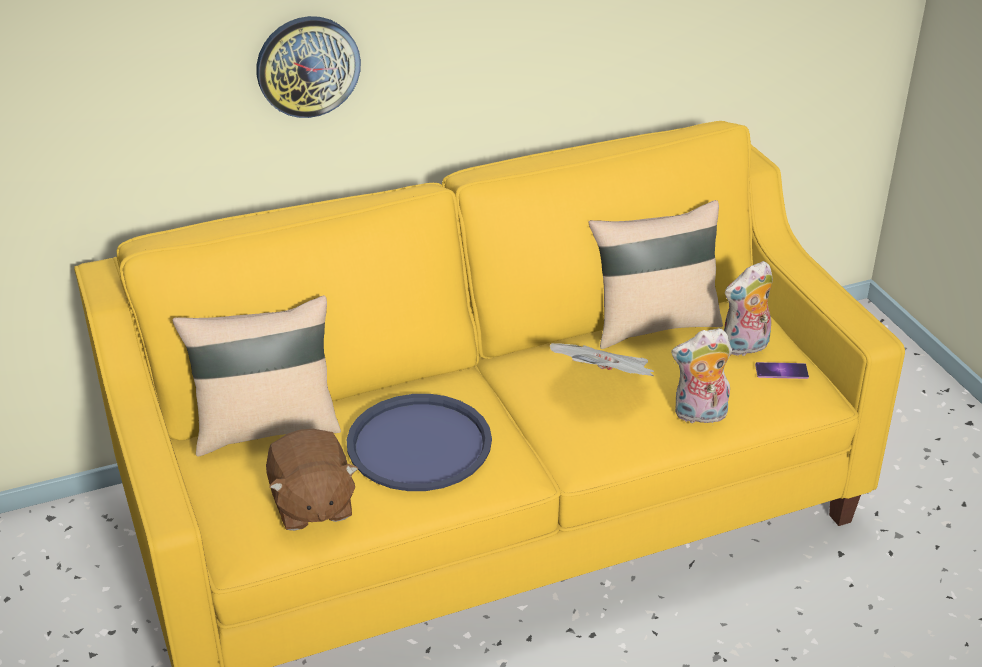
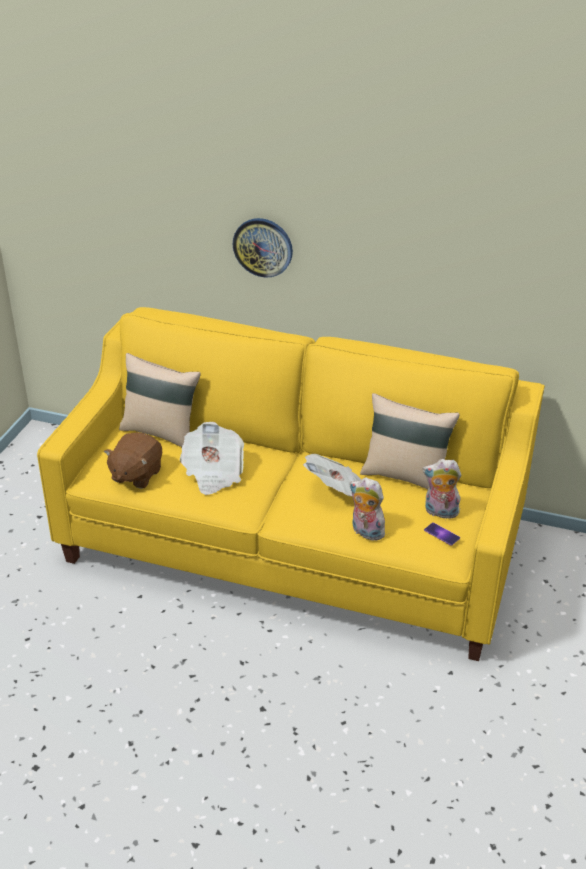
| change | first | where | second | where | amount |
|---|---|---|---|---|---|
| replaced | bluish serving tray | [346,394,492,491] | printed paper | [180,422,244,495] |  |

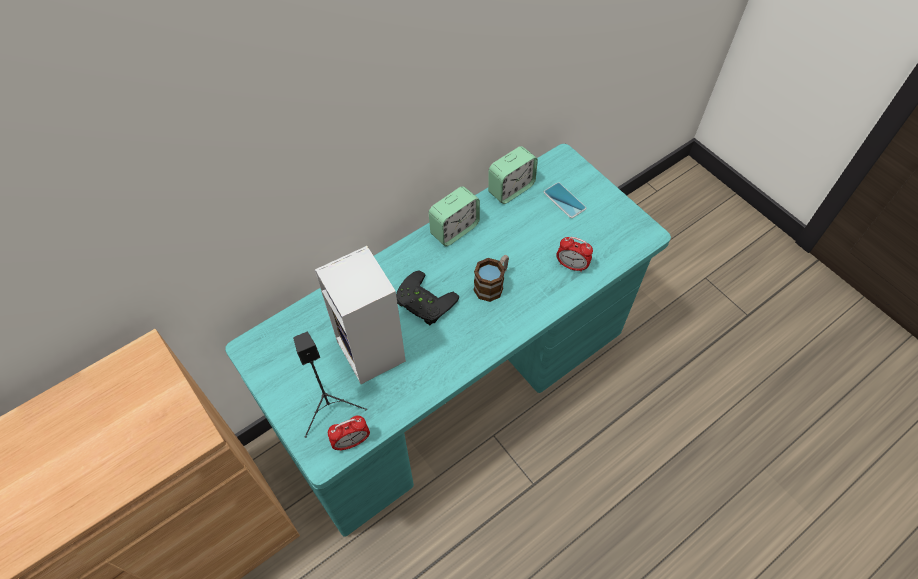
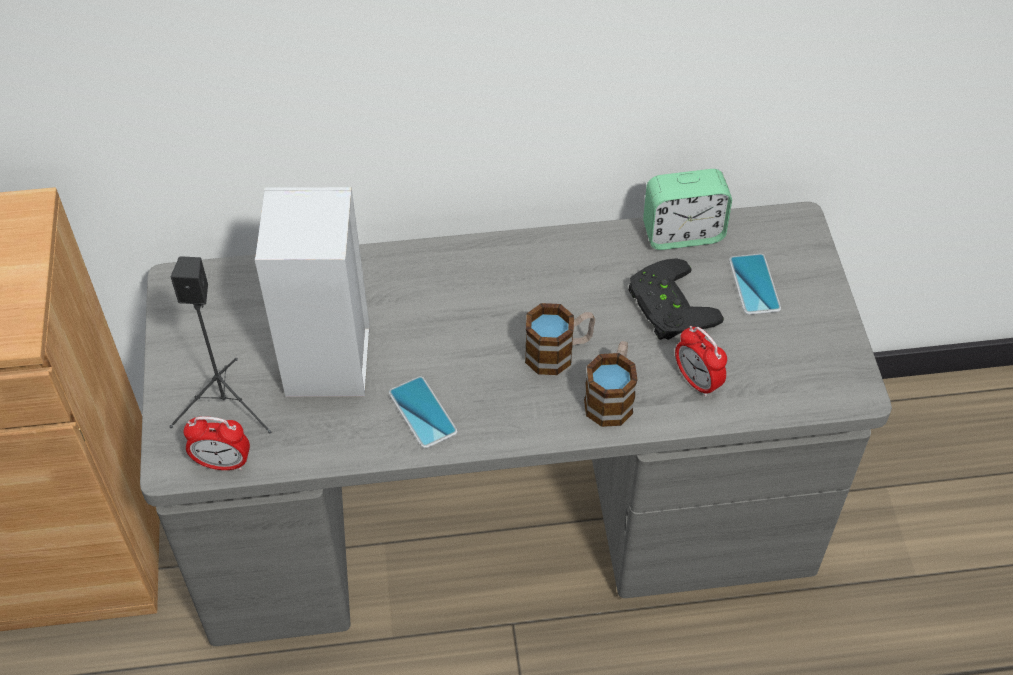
| change | first | where | second | where | amount |
|---|---|---|---|---|---|
| removed | table clock | [429,186,480,246] |  |  |  |
| added |  |  | phone | [389,376,457,448] |  |
| added |  |  | mug | [584,341,637,427] |  |
| moved | black gamepad | [396,270,459,325] |  | [629,258,724,340] |  |
| recoloured | turquoise-coloured desk | [225,144,671,537] | greyish desk | [140,202,892,646] |  |

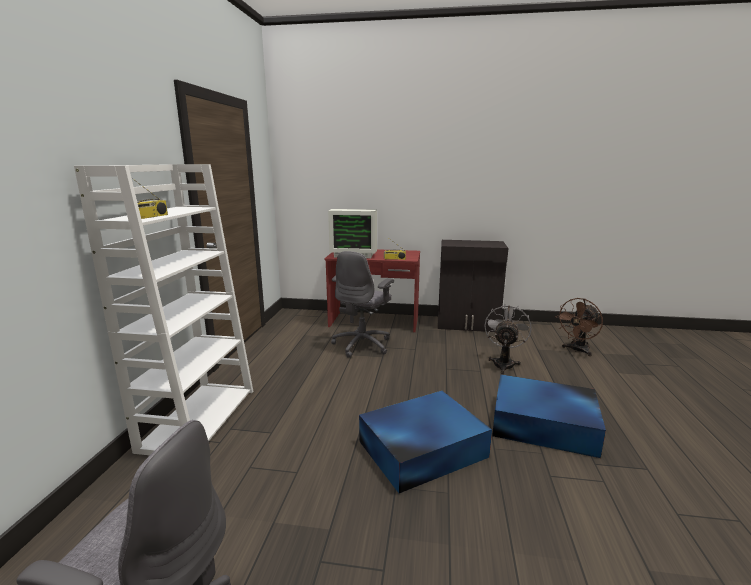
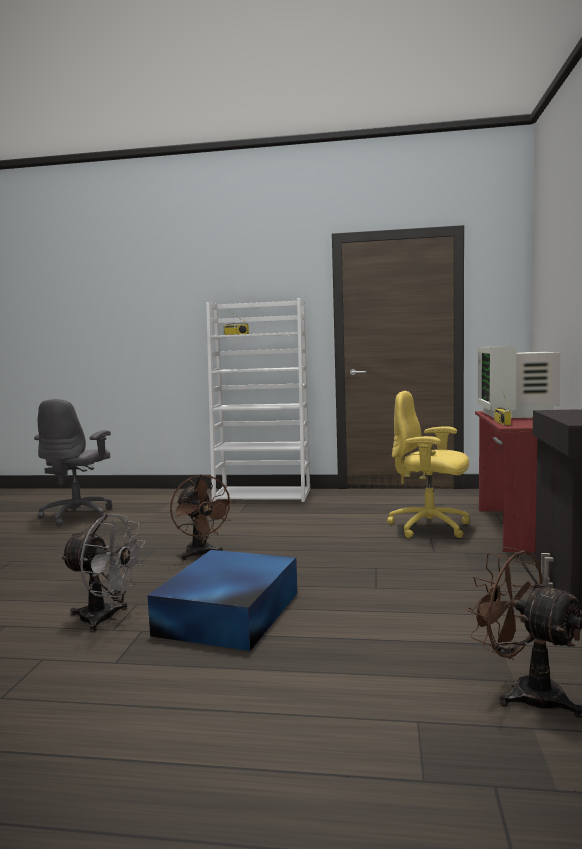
| change | first | where | second | where | amount |
|---|---|---|---|---|---|
| moved | greyish fan | [485,303,531,374] |  | [60,514,146,632] |  |
| replaced | bluish storage box | [359,391,492,493] | brown-coloured fan | [170,474,234,560] |  |
| recoloured | greyish office chair | [331,251,394,358] | yellow office chair | [387,391,470,538] |  |

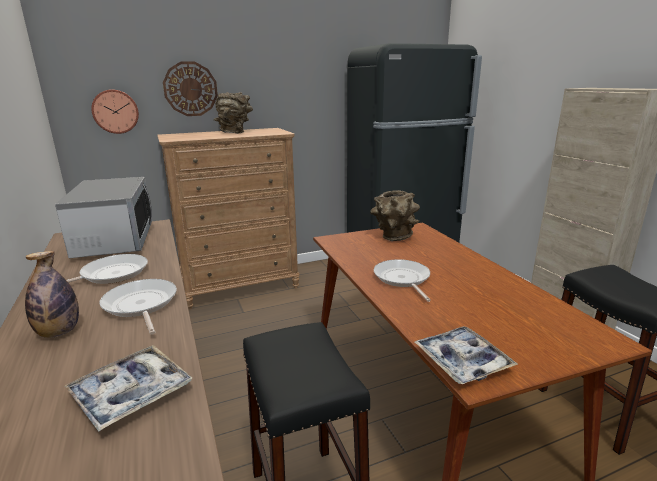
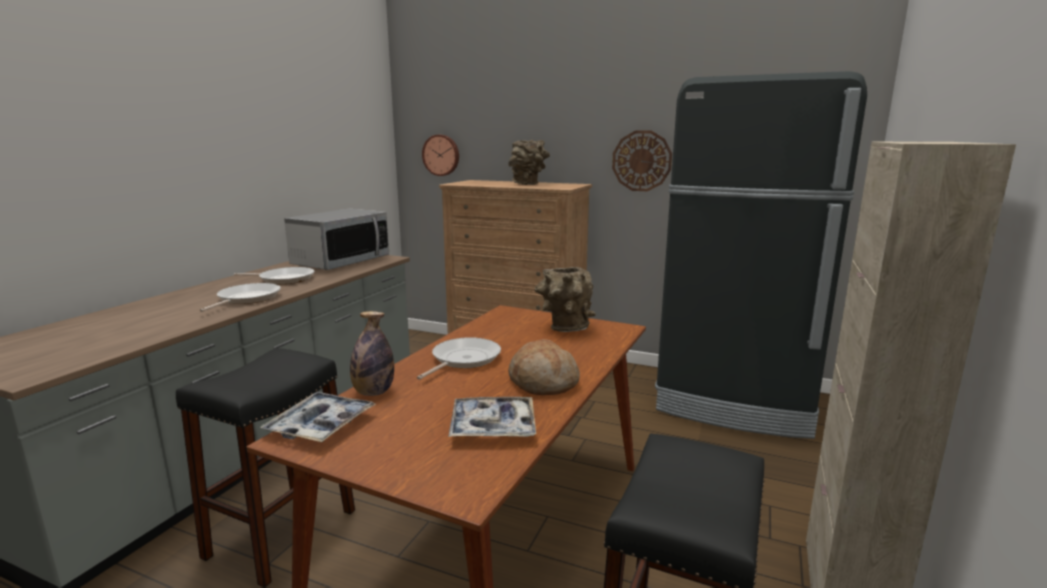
| change | first | where | second | where | amount |
|---|---|---|---|---|---|
| added |  |  | baked bread | [508,339,580,395] |  |
| moved | bottle | [25,251,79,338] |  | [350,311,394,396] |  |
| moved | serving tray | [64,345,192,432] |  | [449,397,536,437] |  |
| moved | wall clock | [163,62,218,116] |  | [612,131,672,191] |  |

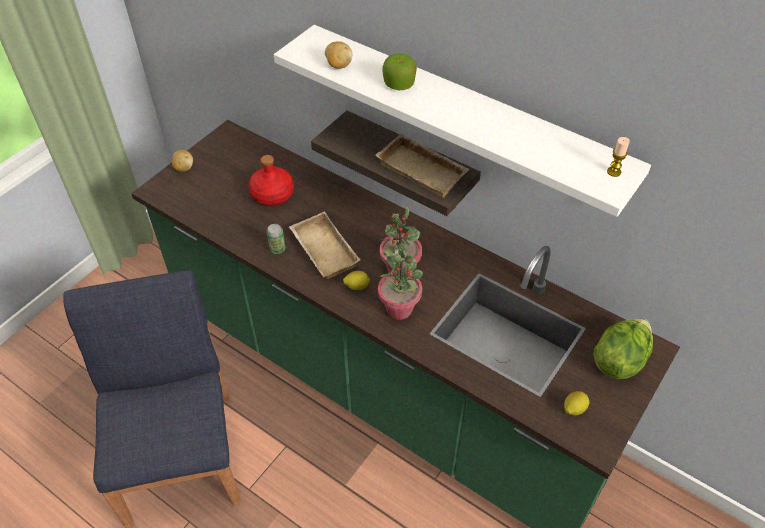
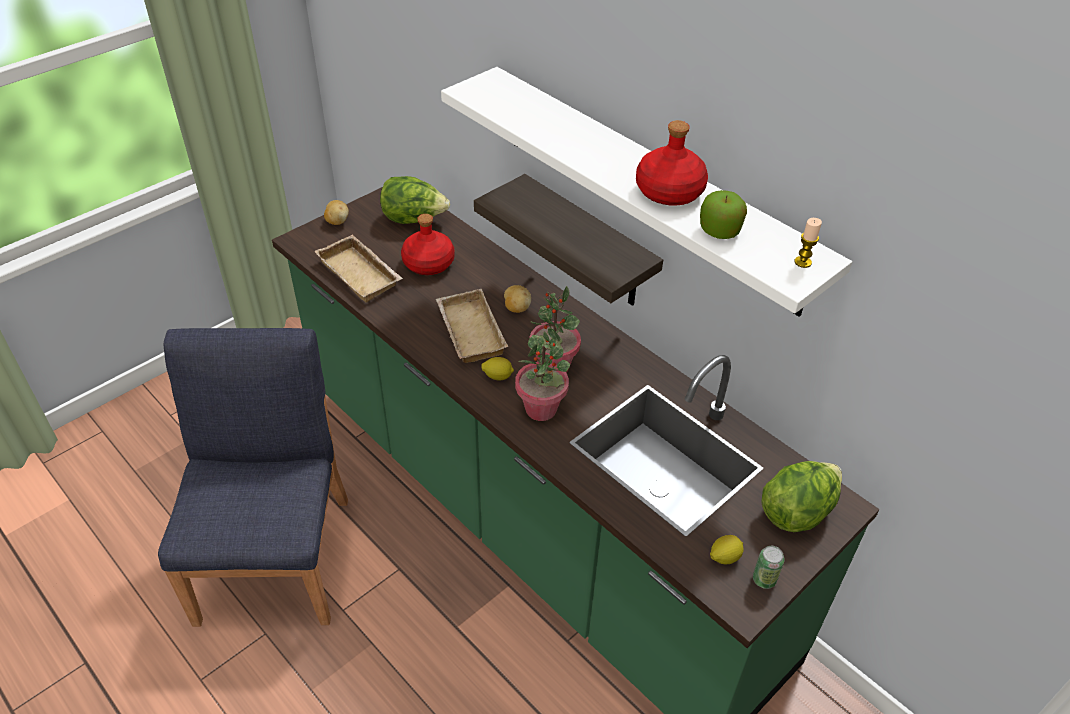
| change | first | where | second | where | amount |
|---|---|---|---|---|---|
| added |  |  | head of lettuce | [380,176,450,224] |  |
| added |  |  | reddish bottle | [636,120,708,206] |  |
| moved | sealed can | [267,224,285,254] |  | [753,546,785,589] |  |
| moved | potato | [325,41,352,69] |  | [504,285,531,313] |  |
| moved | beige serving tray | [375,134,470,198] |  | [314,234,403,303] |  |
| moved | whole apple | [382,53,417,90] |  | [700,190,747,239] |  |

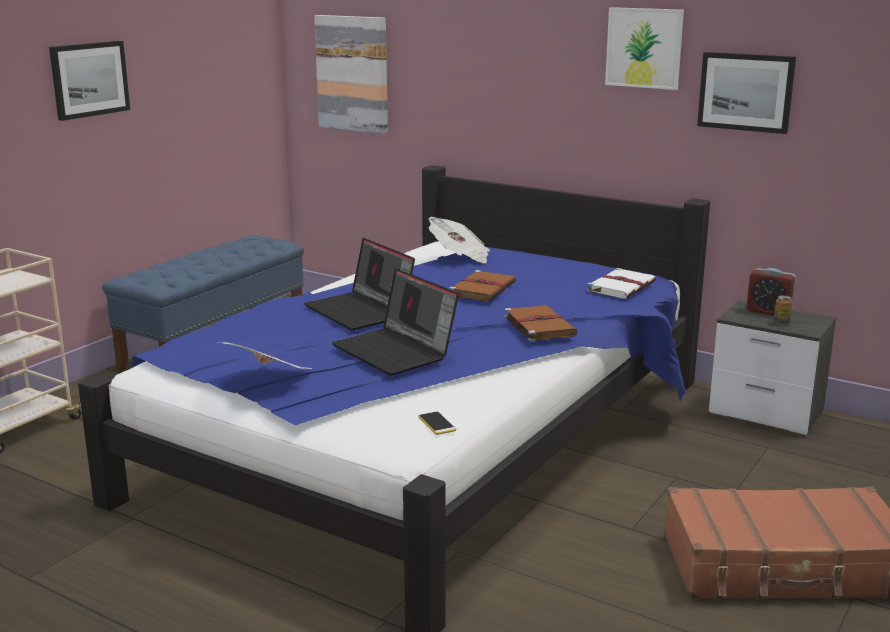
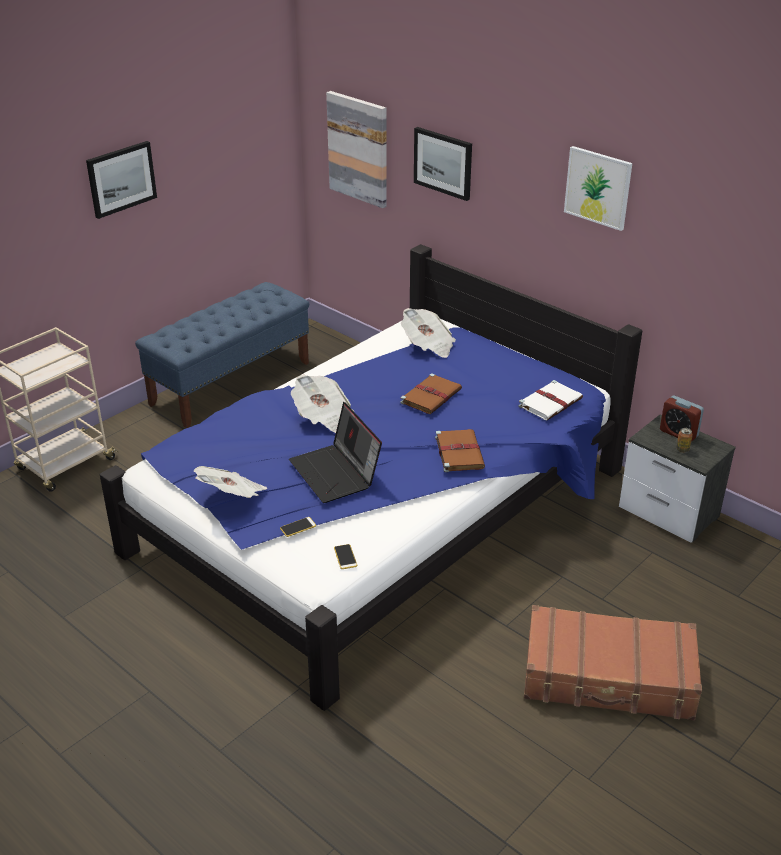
| change | first | where | second | where | amount |
|---|---|---|---|---|---|
| added |  |  | phone | [280,517,316,537] |  |
| moved | wall picture | [697,52,796,134] |  | [414,127,472,201] |  |
| replaced | portable computer | [304,238,415,330] | printed paper | [291,374,354,433] |  |

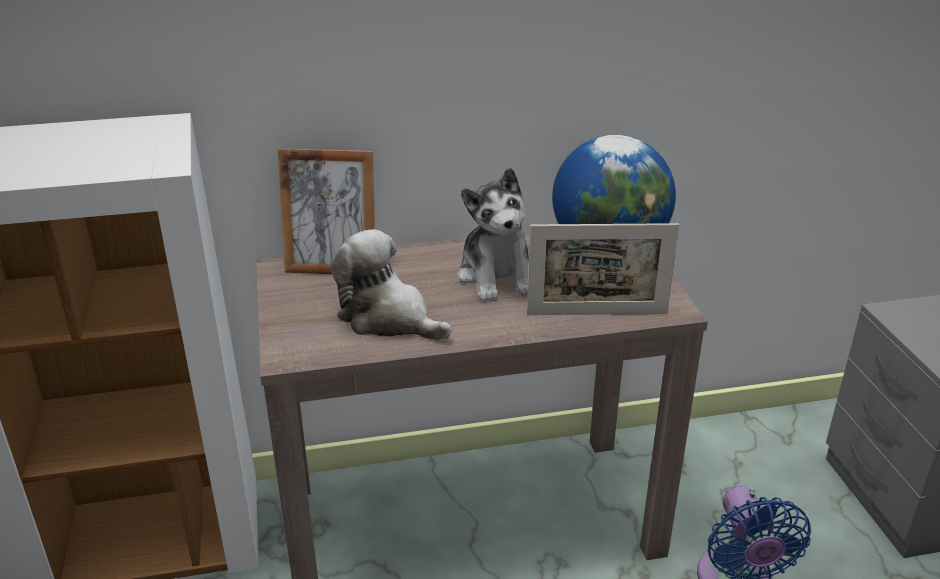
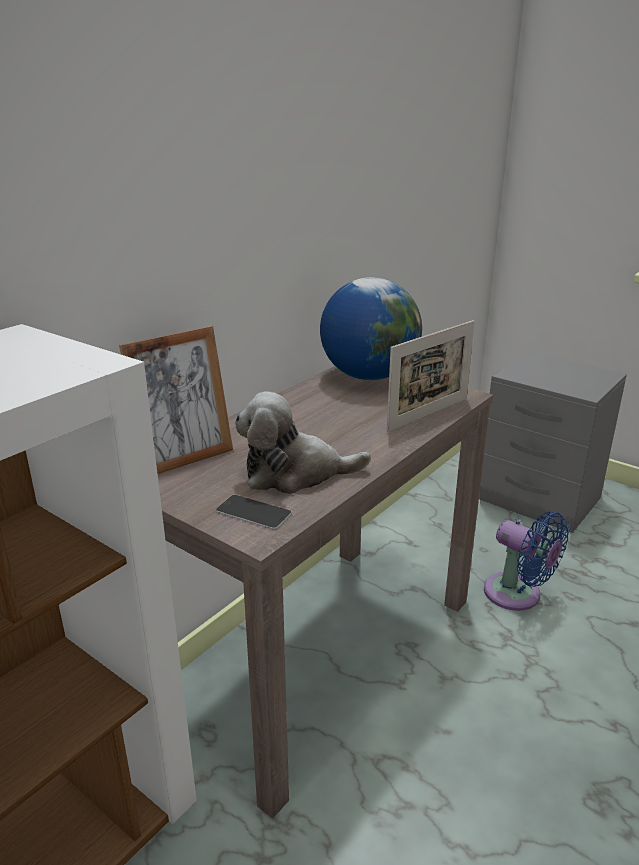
| change | first | where | second | where | amount |
|---|---|---|---|---|---|
| removed | plush toy | [458,167,529,302] |  |  |  |
| added |  |  | phone | [215,495,292,530] |  |

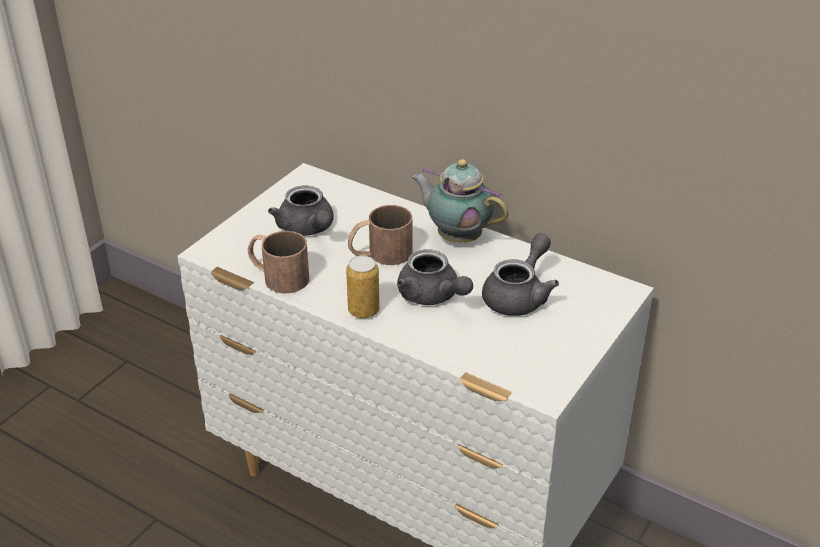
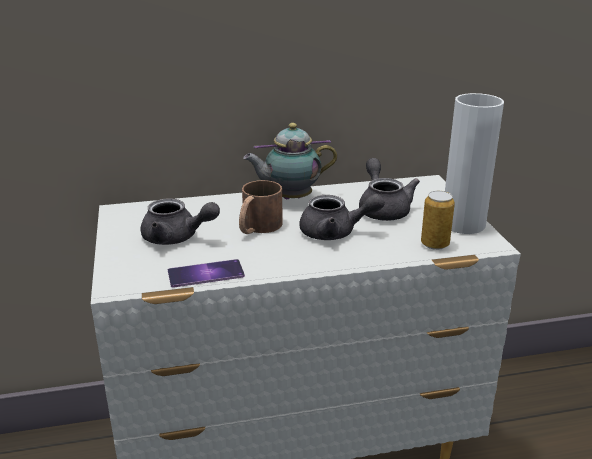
| change | first | where | second | where | amount |
|---|---|---|---|---|---|
| added |  |  | white decorative vase | [445,93,504,234] |  |
| moved | sealed can | [346,256,380,319] |  | [421,191,455,250] |  |
| replaced | brown-coloured mug | [248,231,309,293] | phone | [168,259,245,288] |  |

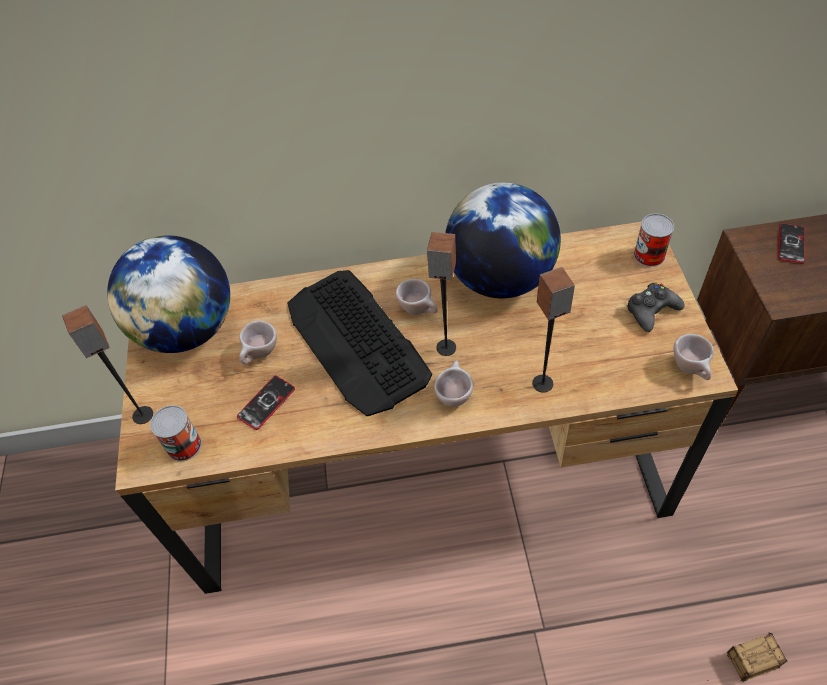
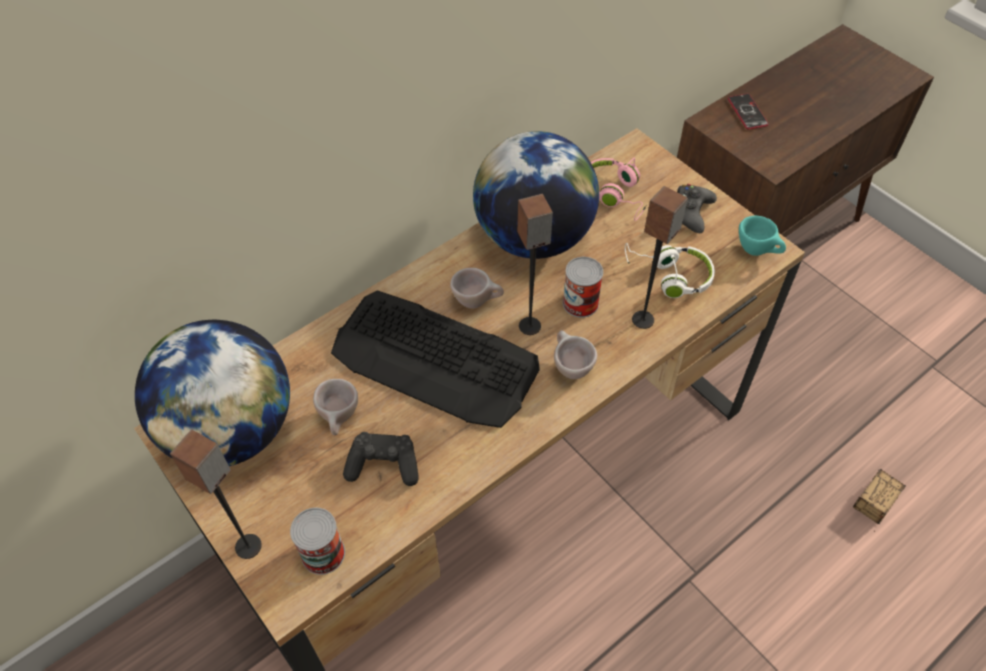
| change | first | where | second | where | amount |
|---|---|---|---|---|---|
| added |  |  | pink headphones | [591,158,647,221] |  |
| added |  |  | white headphones | [625,243,715,298] |  |
| moved | sealed can | [634,213,674,267] |  | [563,257,603,318] |  |
| replaced | phone | [237,376,295,430] | black gamepad | [343,432,419,486] |  |
| recoloured | beige drinking cup | [673,334,714,380] | turquoise-coloured drinking cup | [739,216,786,256] |  |

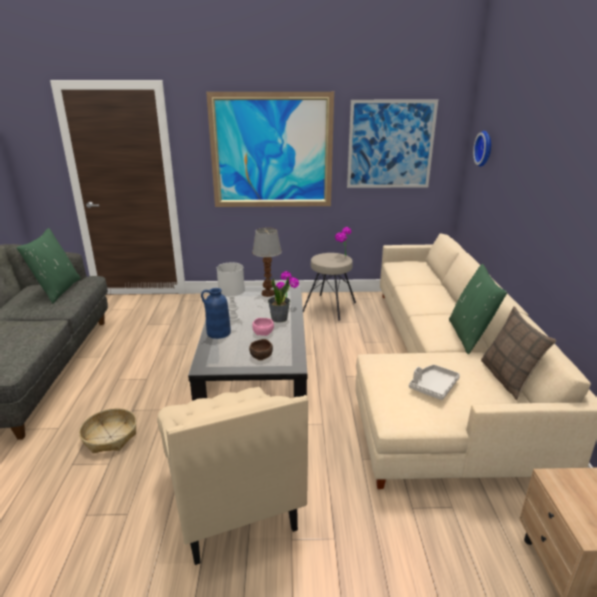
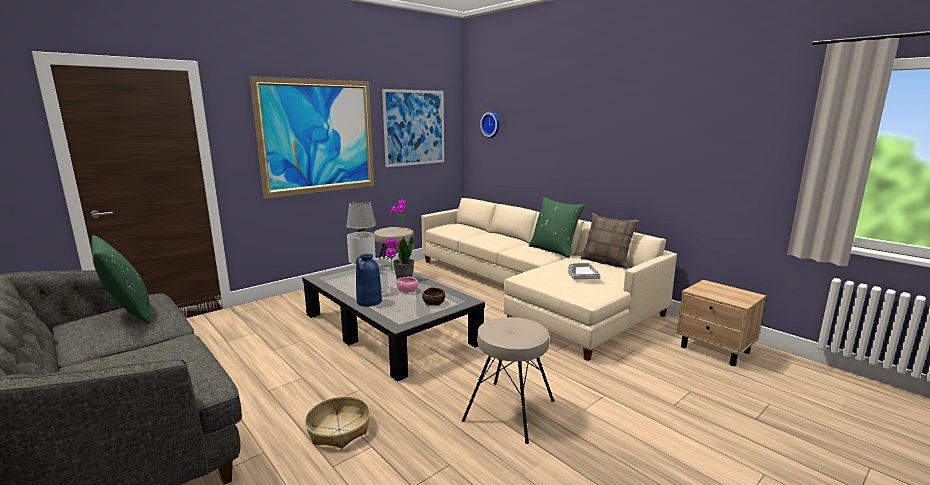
| change | first | where | second | where | amount |
|---|---|---|---|---|---|
| replaced | beige easy chair | [157,387,308,565] | beige stool seat | [462,317,554,444] |  |

